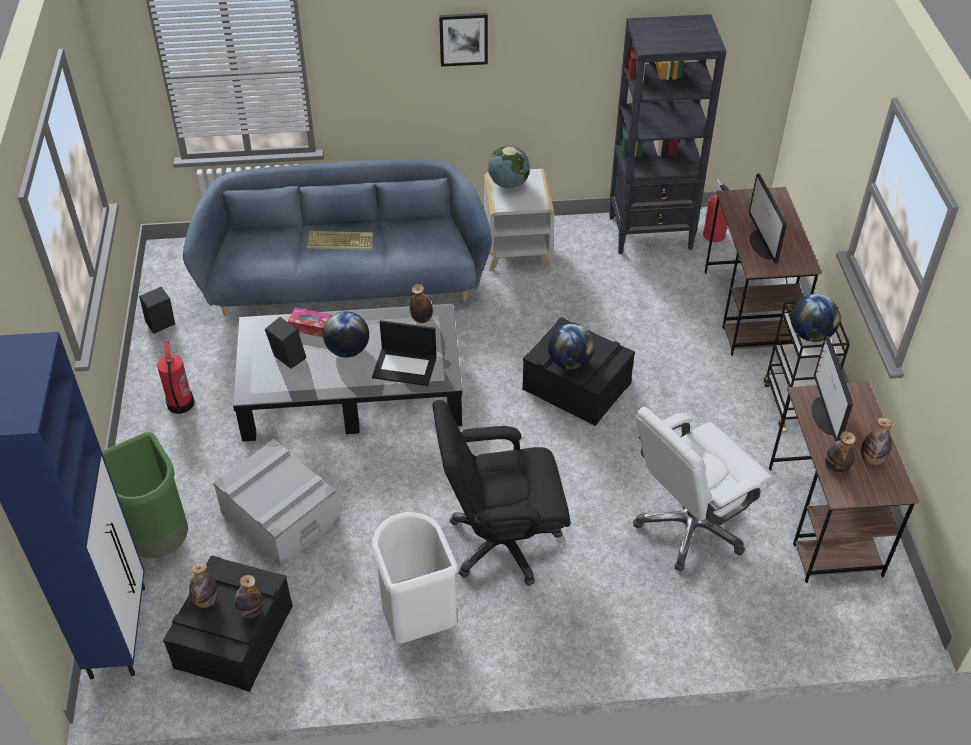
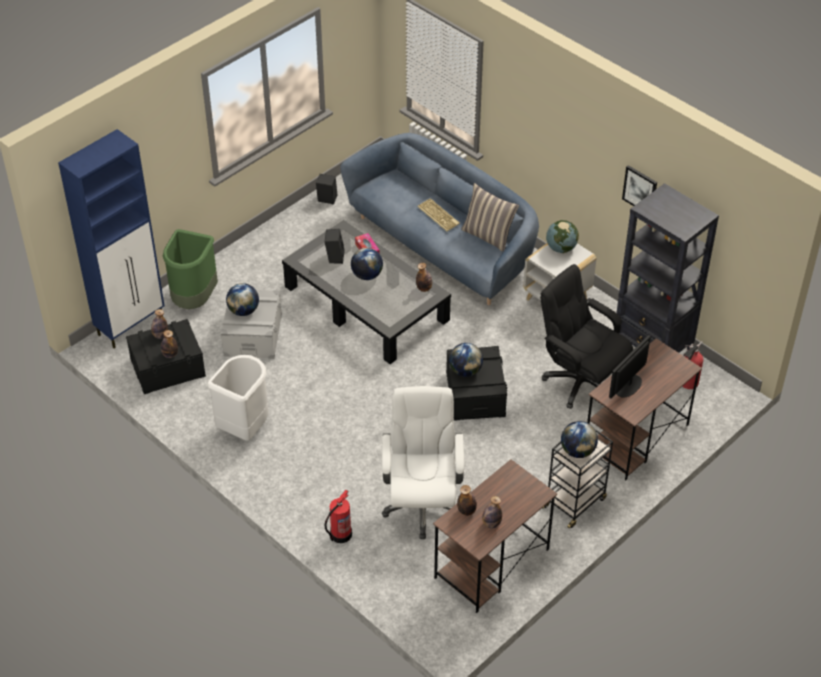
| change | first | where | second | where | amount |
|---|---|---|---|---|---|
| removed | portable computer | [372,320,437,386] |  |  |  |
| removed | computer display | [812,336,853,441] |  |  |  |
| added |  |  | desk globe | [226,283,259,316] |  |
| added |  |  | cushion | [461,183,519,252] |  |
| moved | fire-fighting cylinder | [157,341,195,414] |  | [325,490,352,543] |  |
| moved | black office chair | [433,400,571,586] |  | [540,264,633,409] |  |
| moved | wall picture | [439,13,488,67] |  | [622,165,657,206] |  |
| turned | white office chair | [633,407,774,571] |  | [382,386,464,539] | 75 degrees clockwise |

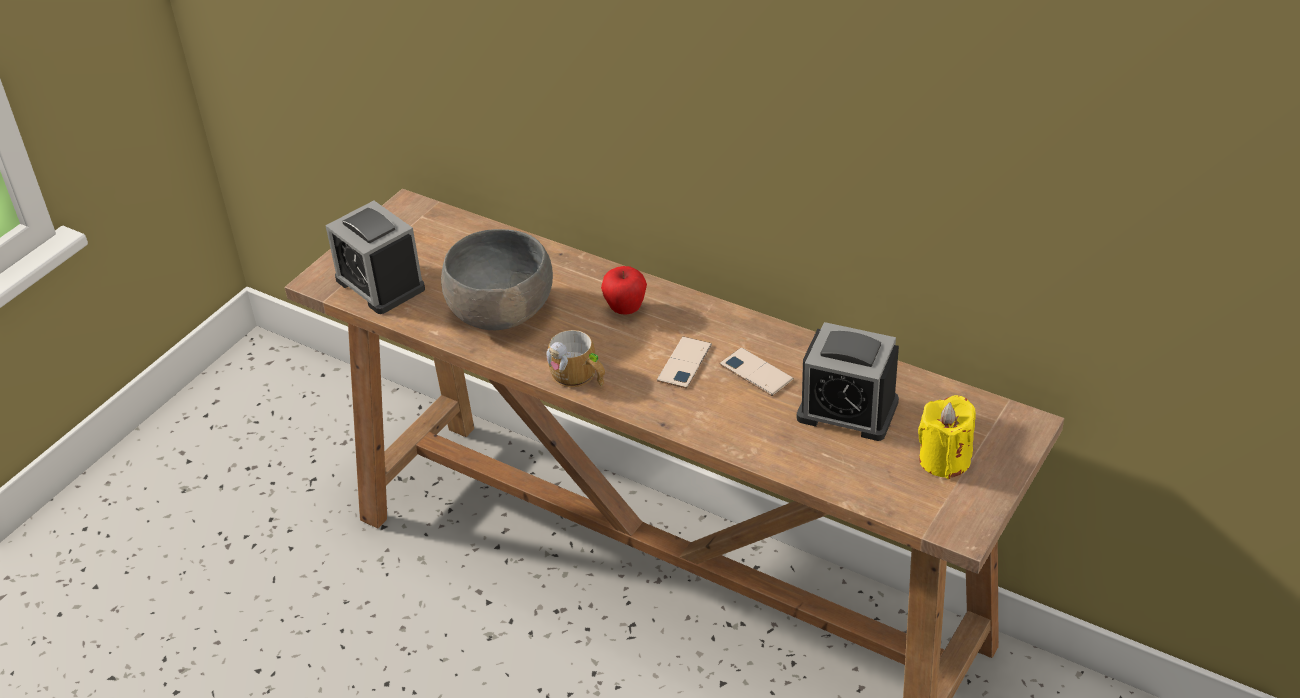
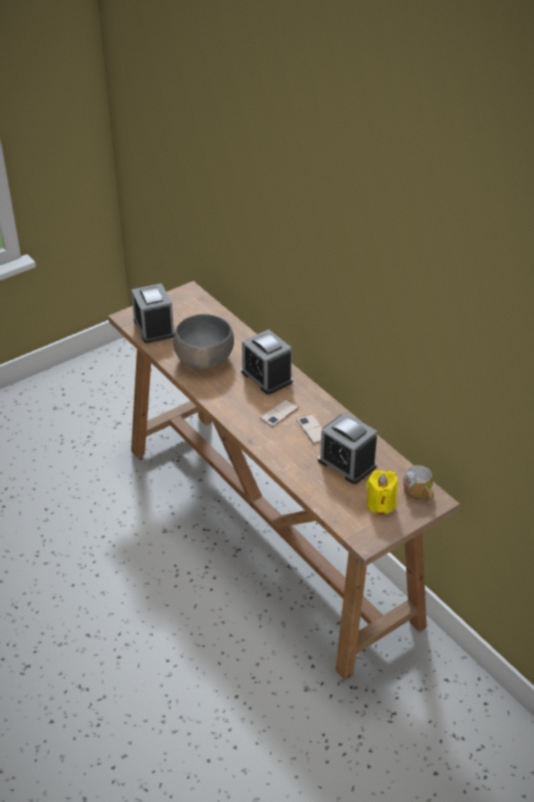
| change | first | where | second | where | amount |
|---|---|---|---|---|---|
| moved | mug | [546,330,605,387] |  | [403,465,434,503] |  |
| replaced | whole apple | [601,266,647,315] | table clock | [241,329,293,395] |  |

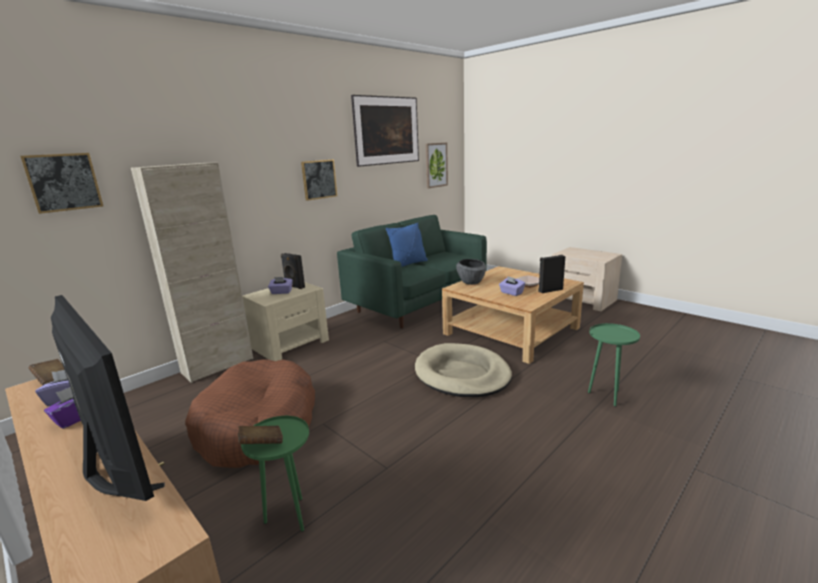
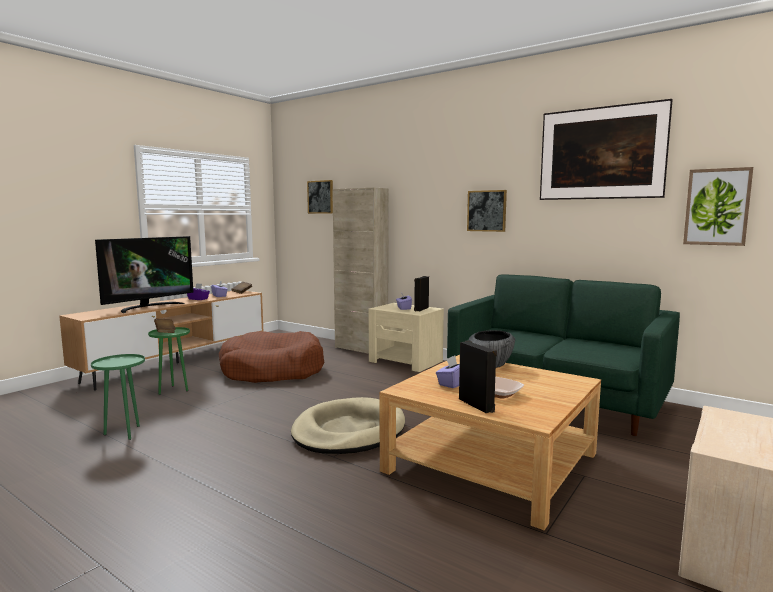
| change | first | where | second | where | amount |
|---|---|---|---|---|---|
| removed | bluish cushion | [386,223,428,267] |  |  |  |
| moved | green-coloured side table | [588,323,640,407] |  | [91,354,145,440] |  |

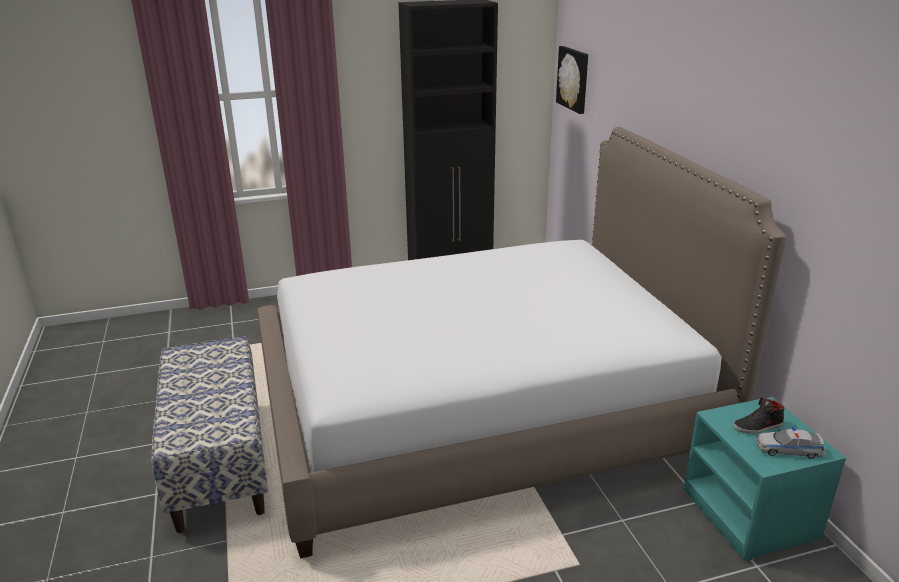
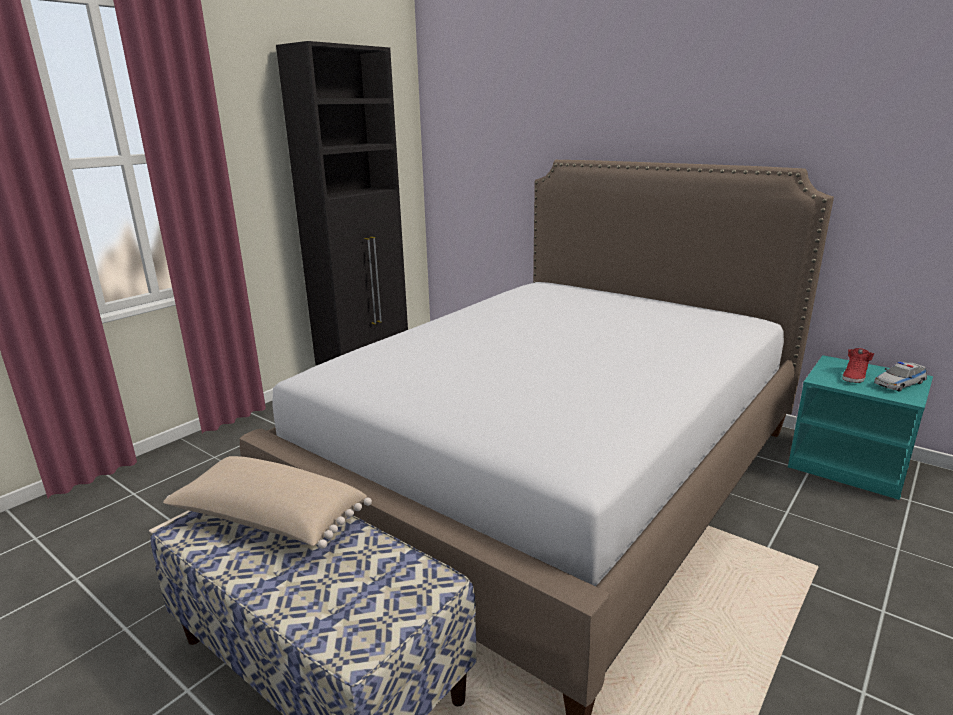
| change | first | where | second | where | amount |
|---|---|---|---|---|---|
| removed | wall picture | [556,46,588,114] |  |  |  |
| added |  |  | beige cushion | [163,456,372,549] |  |
| recoloured | black item of footwear | [733,397,785,434] | reddish item of footwear | [842,348,874,383] |  |

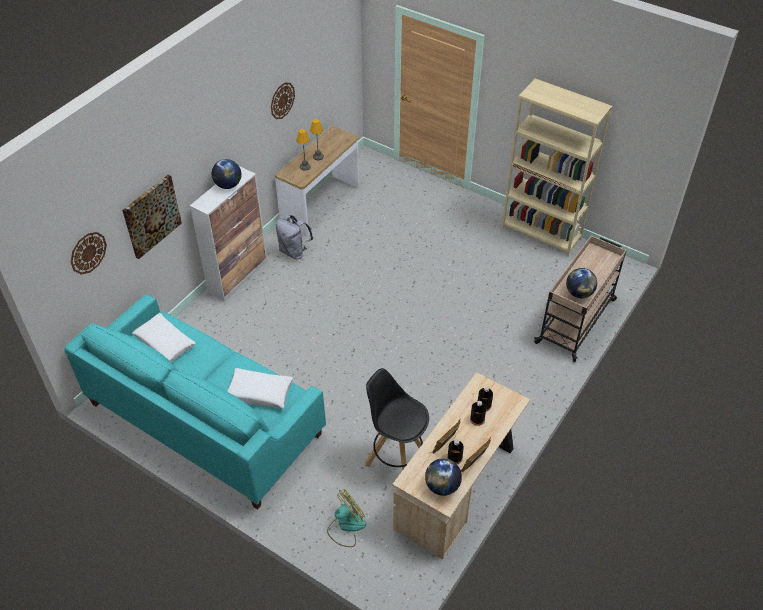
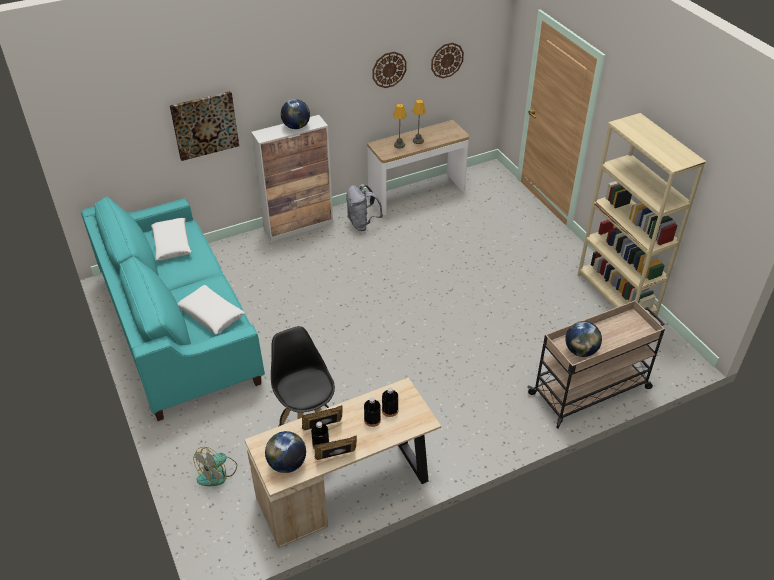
| change | first | where | second | where | amount |
|---|---|---|---|---|---|
| moved | wall clock | [71,232,107,275] |  | [431,43,464,78] |  |
| turned | fan | [327,489,366,547] |  | [194,447,237,486] | 135 degrees clockwise |

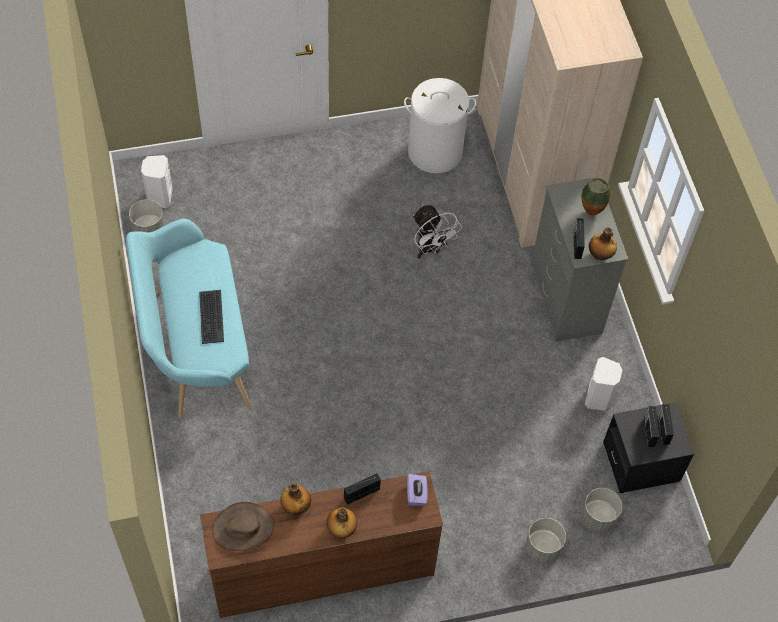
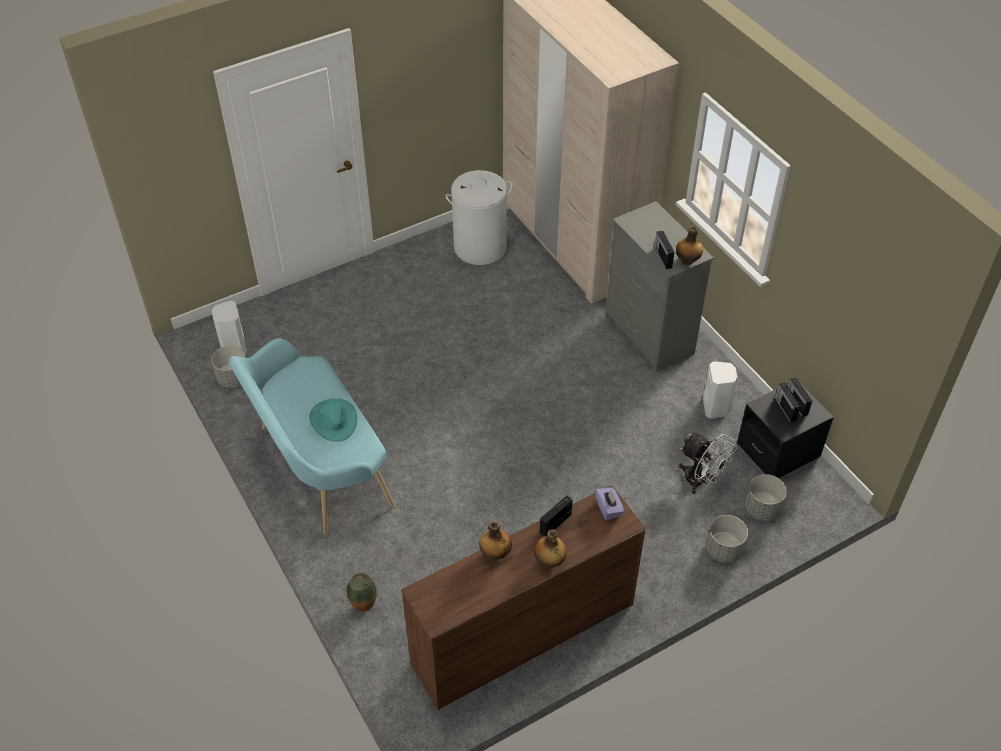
| change | first | where | second | where | amount |
|---|---|---|---|---|---|
| removed | brown-coloured clothing hat | [212,502,274,551] |  |  |  |
| moved | white fan | [413,204,462,259] |  | [678,433,737,494] |  |
| moved | decorative vase | [581,178,610,216] |  | [346,573,377,612] |  |
| replaced | keyboard | [199,290,224,344] | turquoise-coloured clothing hat | [309,398,357,442] |  |

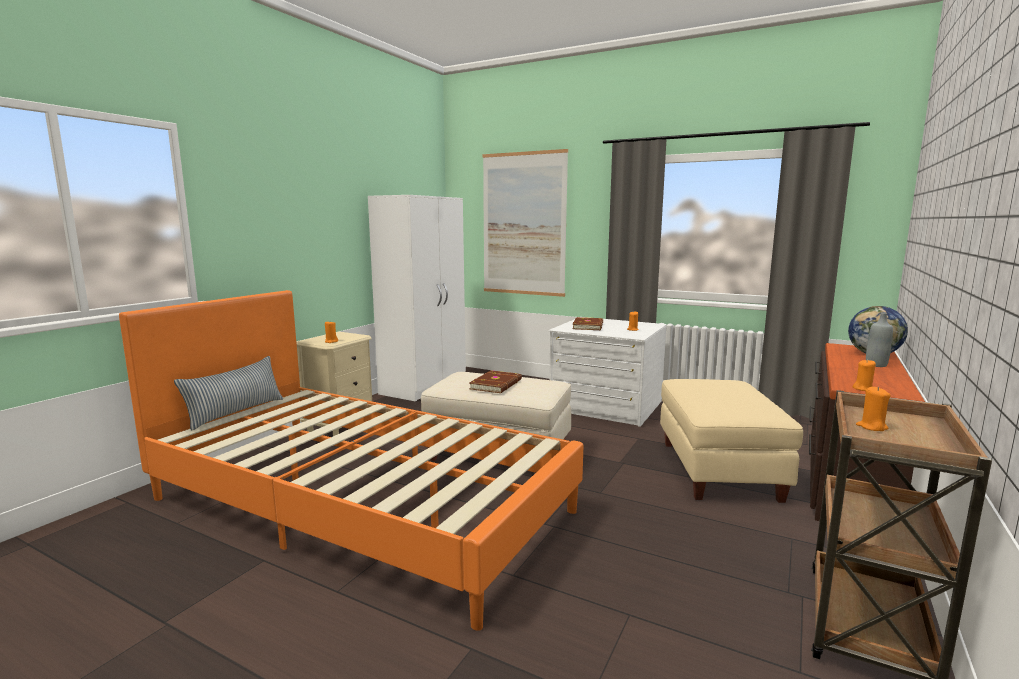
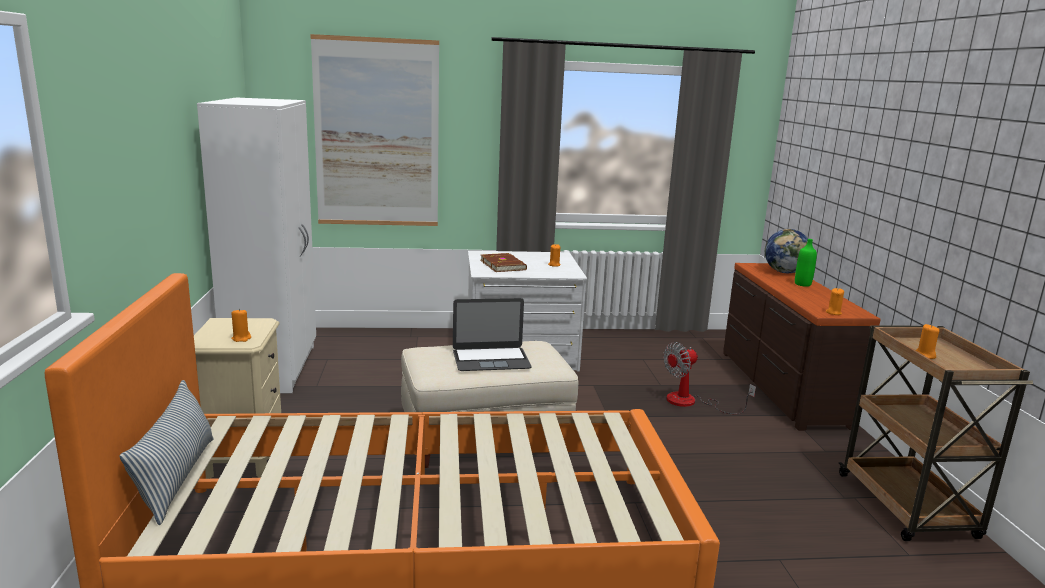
| change | first | where | second | where | amount |
|---|---|---|---|---|---|
| replaced | brown-coloured bound book | [469,370,522,393] | portable computer | [453,298,532,371] |  |
| replaced | beige ottoman | [660,379,803,503] | fan | [663,342,756,414] |  |
| recoloured | greyish bottle | [866,313,893,367] | green-coloured bottle | [795,239,817,287] |  |

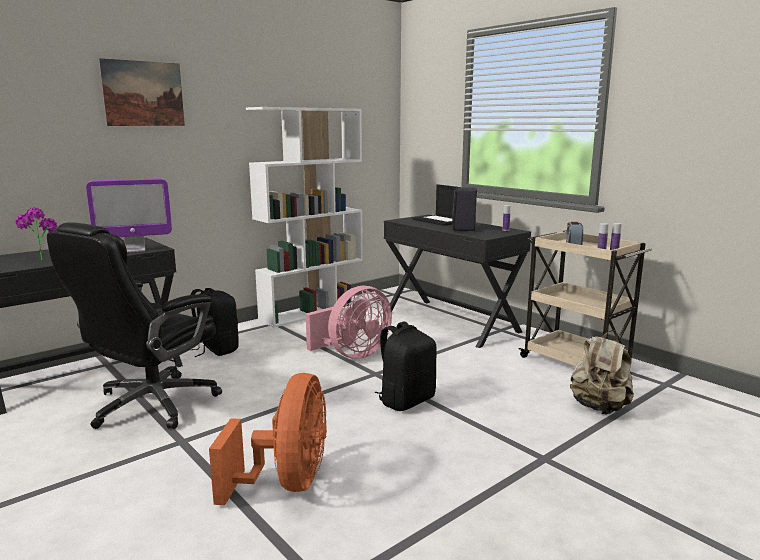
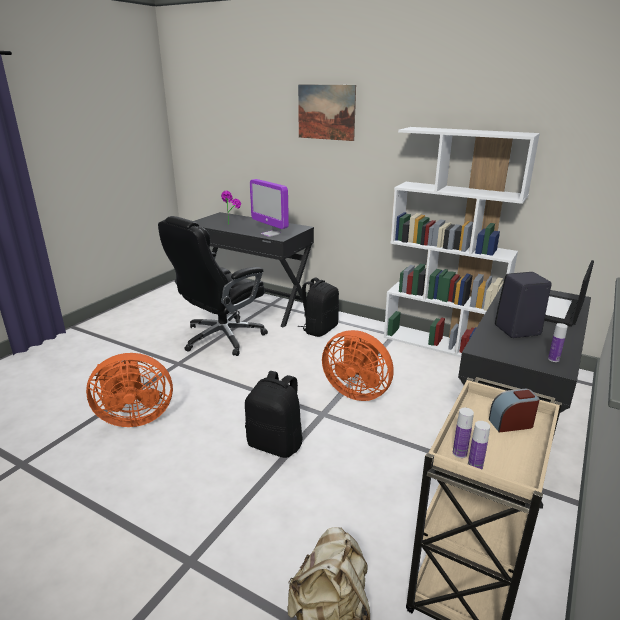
| change | first | where | second | where | amount |
|---|---|---|---|---|---|
| recoloured | pink fan | [306,285,392,359] | orange-coloured fan | [322,330,394,401] |  |
| turned | black office chair | [47,222,222,429] |  | [158,216,268,356] | 60 degrees counterclockwise |

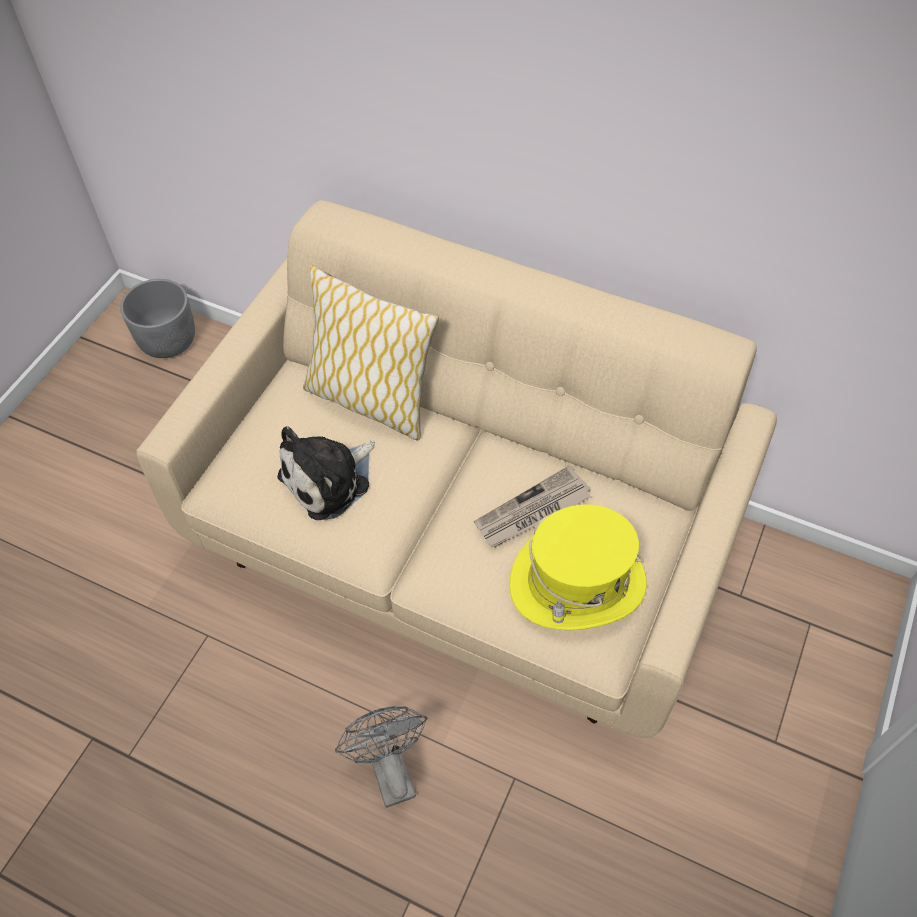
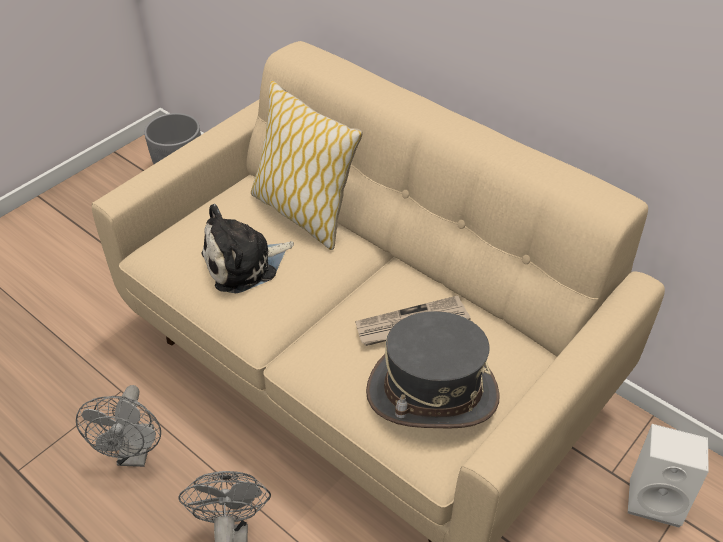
| change | first | where | second | where | amount |
|---|---|---|---|---|---|
| added |  |  | greyish fan | [76,385,161,467] |  |
| added |  |  | white speaker | [628,424,709,527] |  |
| recoloured | yellow clothing hat | [509,504,647,630] | greyish clothing hat | [366,311,499,428] |  |

